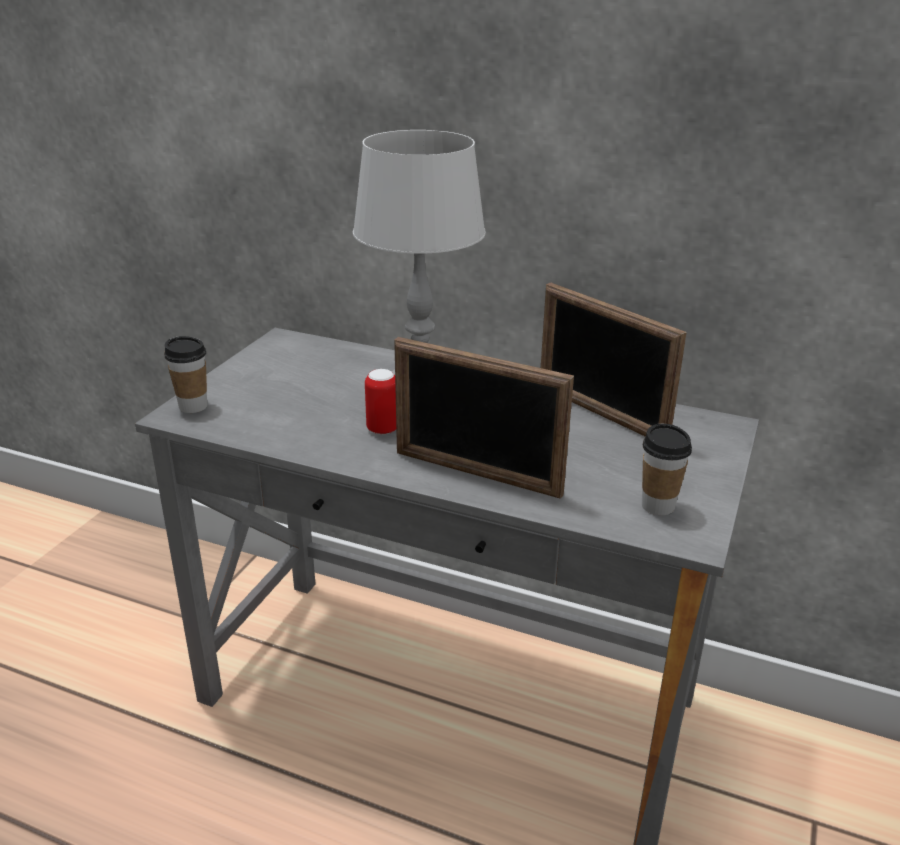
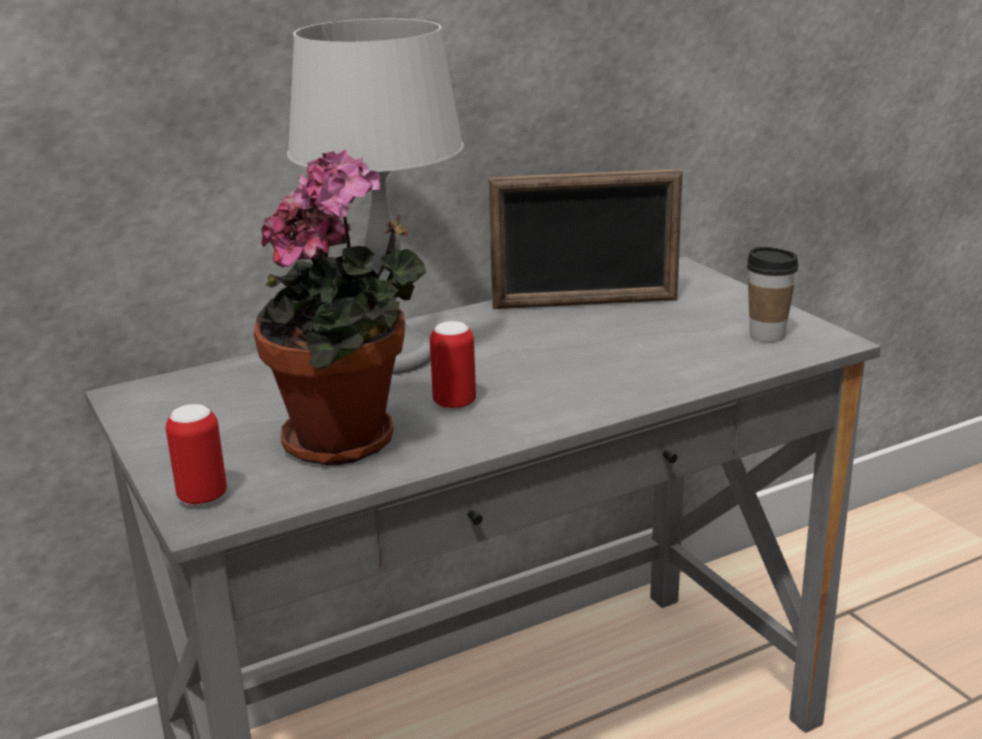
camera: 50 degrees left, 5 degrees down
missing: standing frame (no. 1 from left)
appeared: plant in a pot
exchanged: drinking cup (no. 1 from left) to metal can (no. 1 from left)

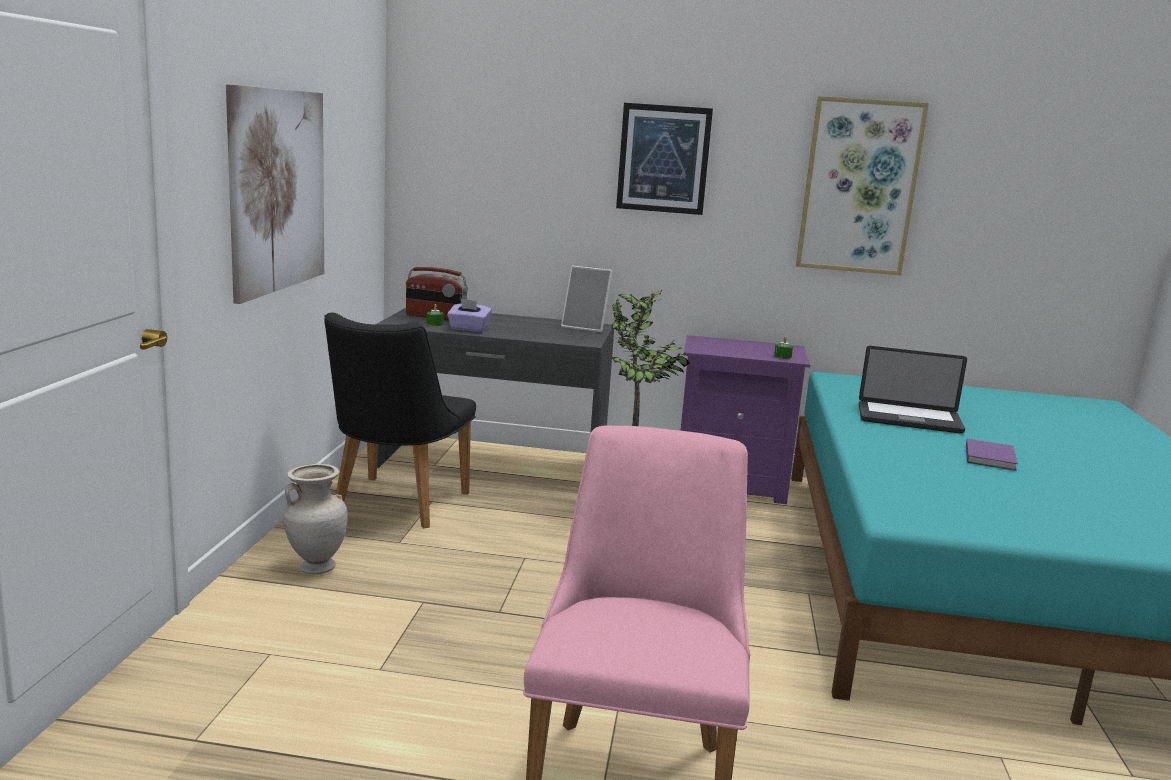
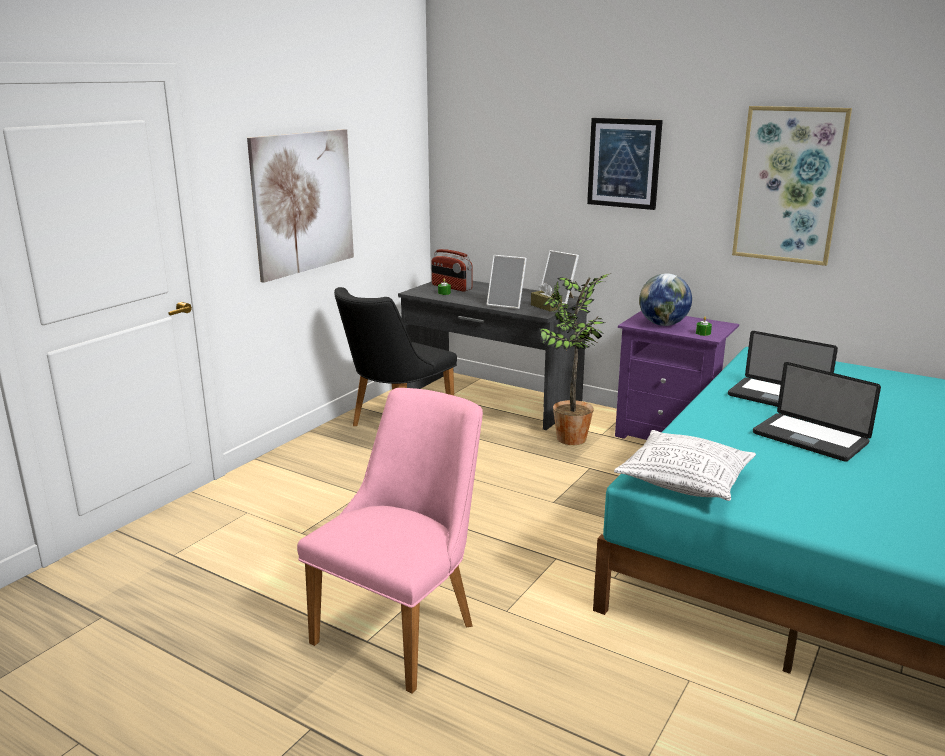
camera: 25 degrees right, 5 degrees up
missing: decorative vase in sand-coloured; box of tissues in purplish
appeared: standing frame (no. 1 from left); box of tissues in brown; throw pillow; globe
exchanged: book in purplish to laptop (no. 2 from left)

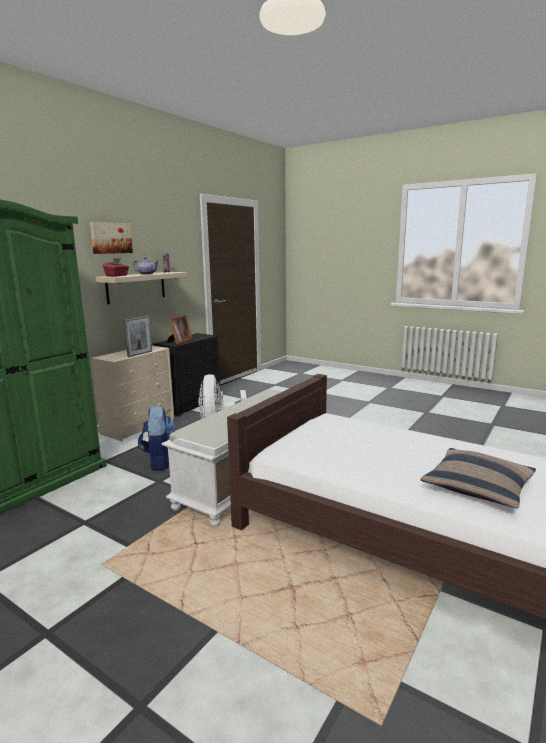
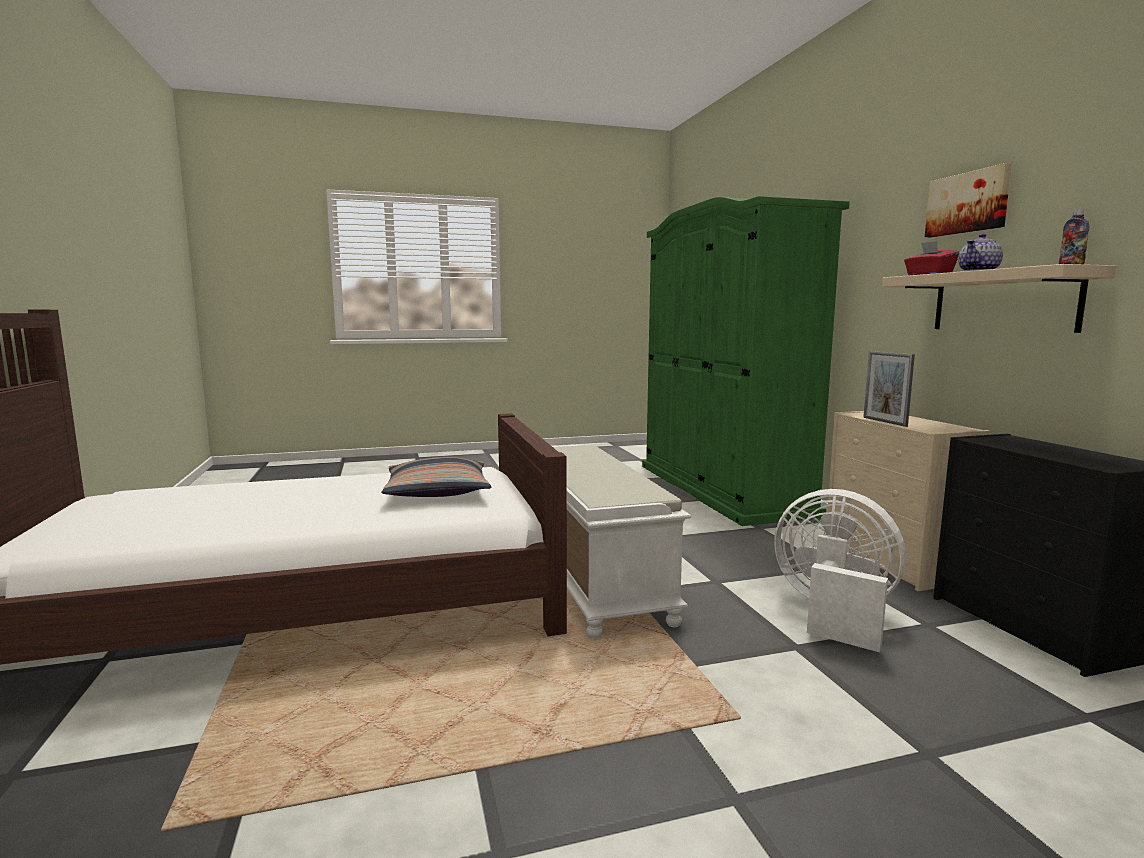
camera: 130 degrees right, 5 degrees down
missing: backpack; standing frame (no. 2 from left)
relocated: throw pillow

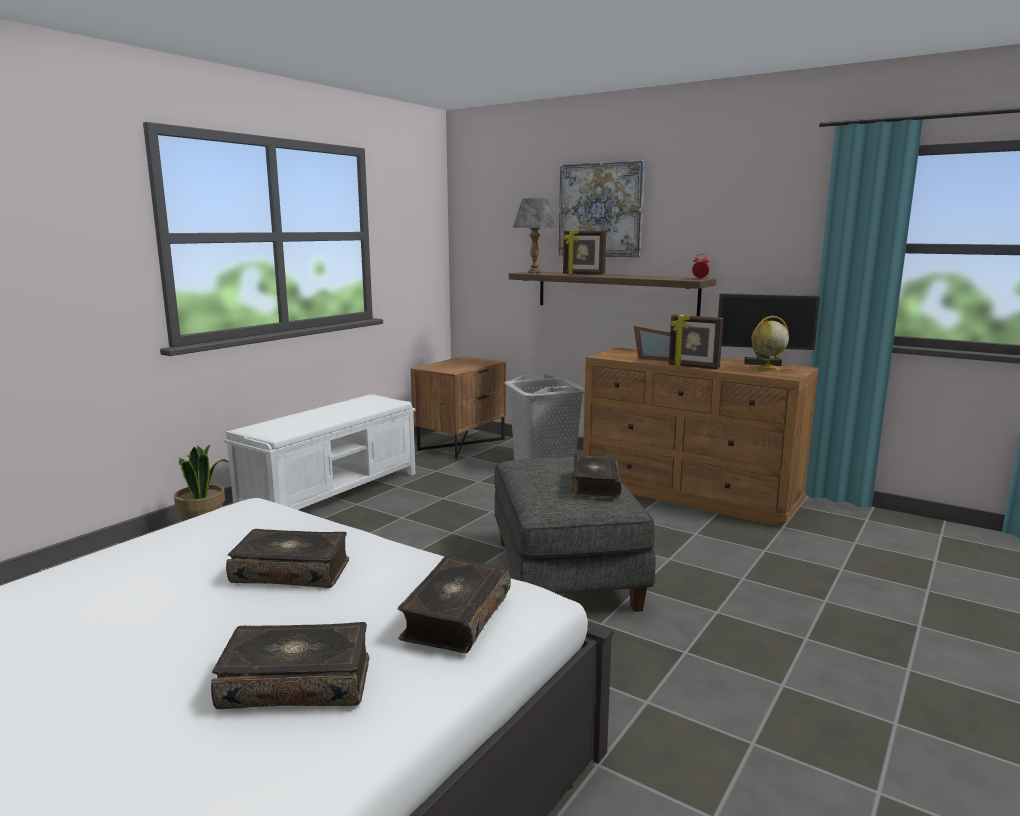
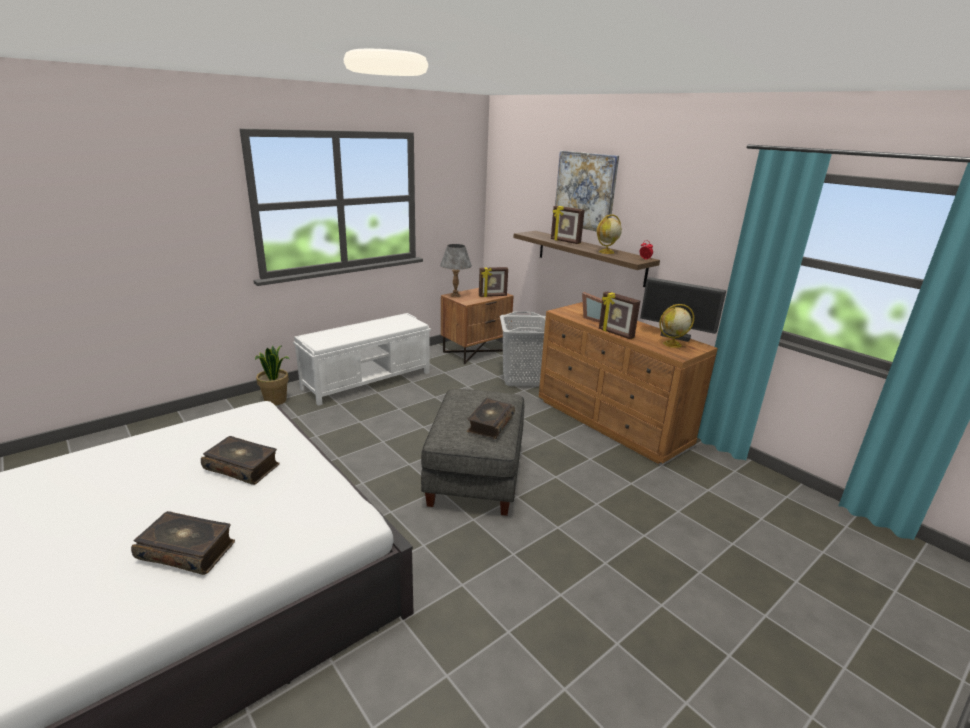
camera: 15 degrees right, 10 degrees up
missing: book (no. 3 from left)
appeared: standing frame (no. 1 from left); globe (no. 1 from left)
relocated: tabletop lamp in grey

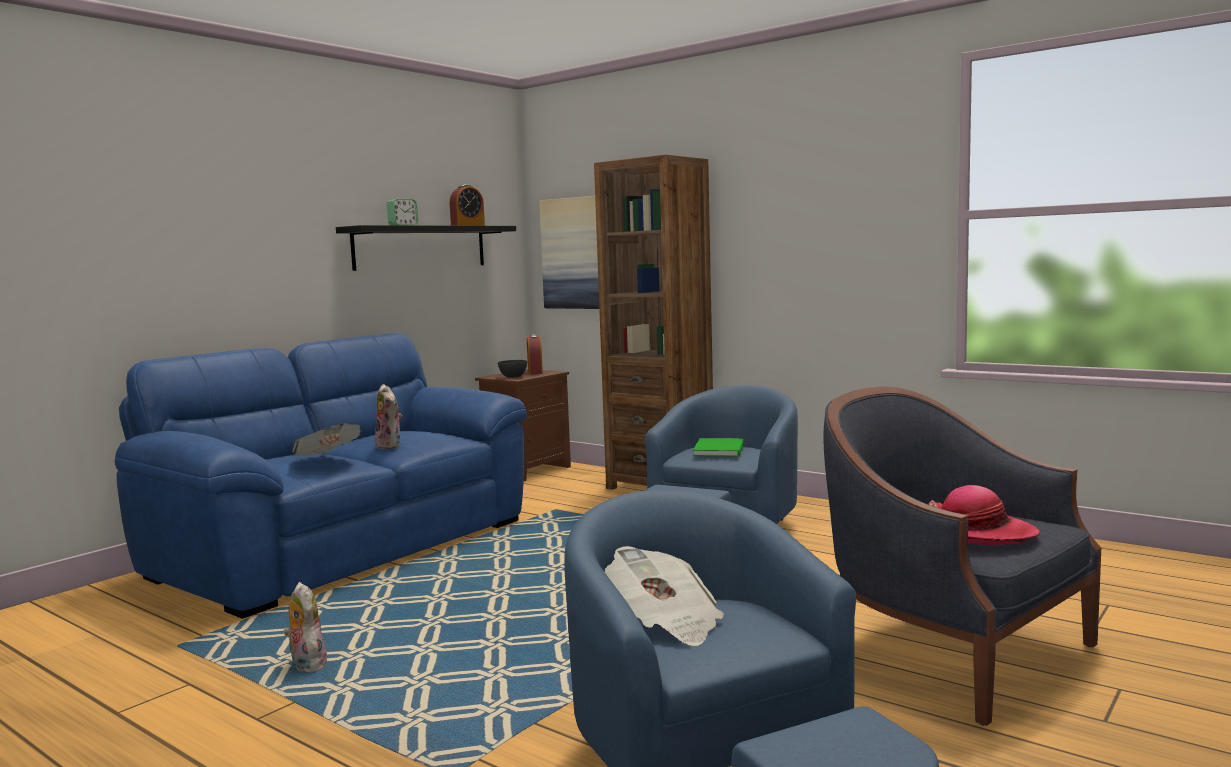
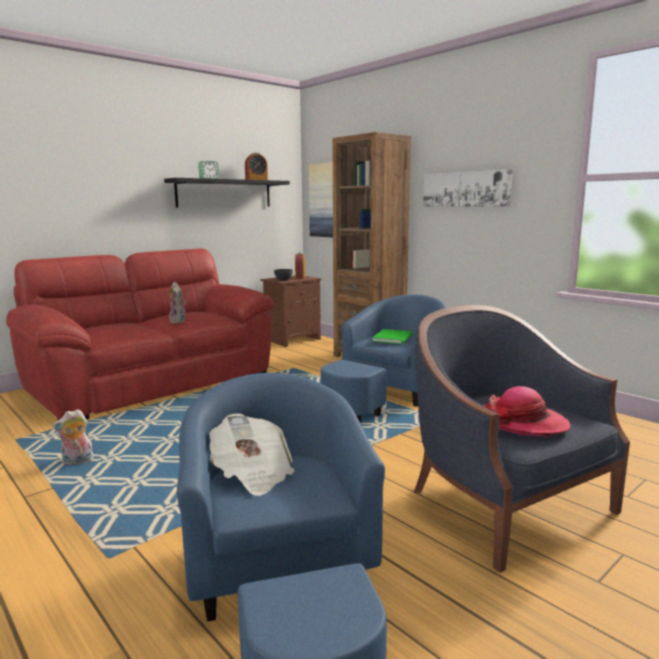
camera: 10 degrees right, 5 degrees up
missing: daily paper (no. 1 from left)
appeared: wall picture (no. 2 from left)
colour: couch in bluish to couch in red
spun: cuddly toy (no. 1 from left) 90 degrees counterclockwise

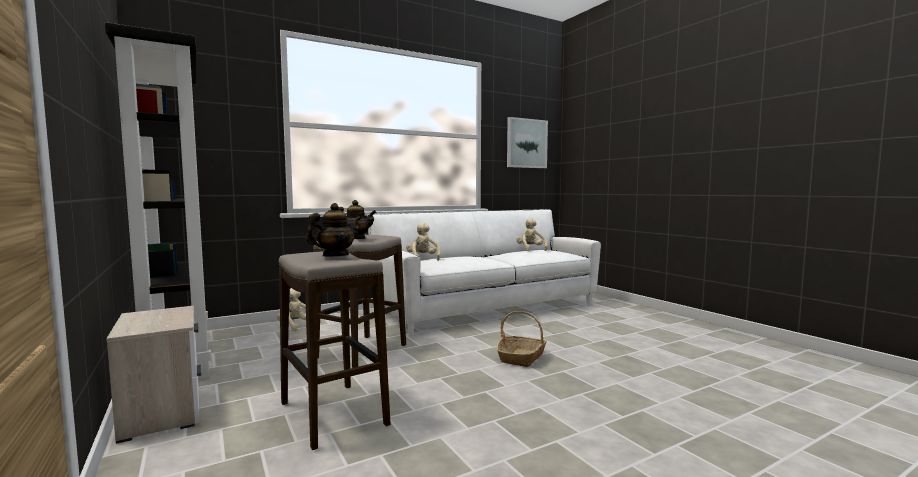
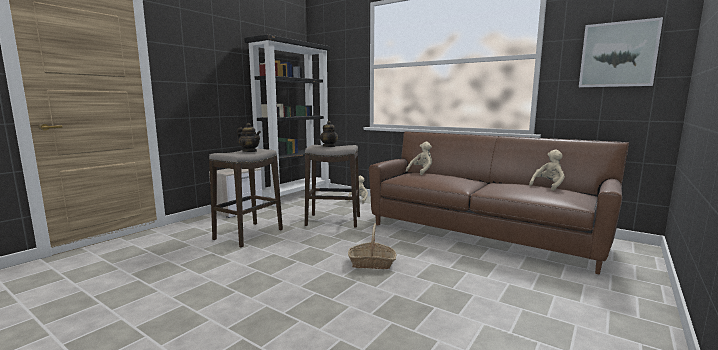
camera: 65 degrees right, 5 degrees up
colour: couch in white-coloured to couch in brown

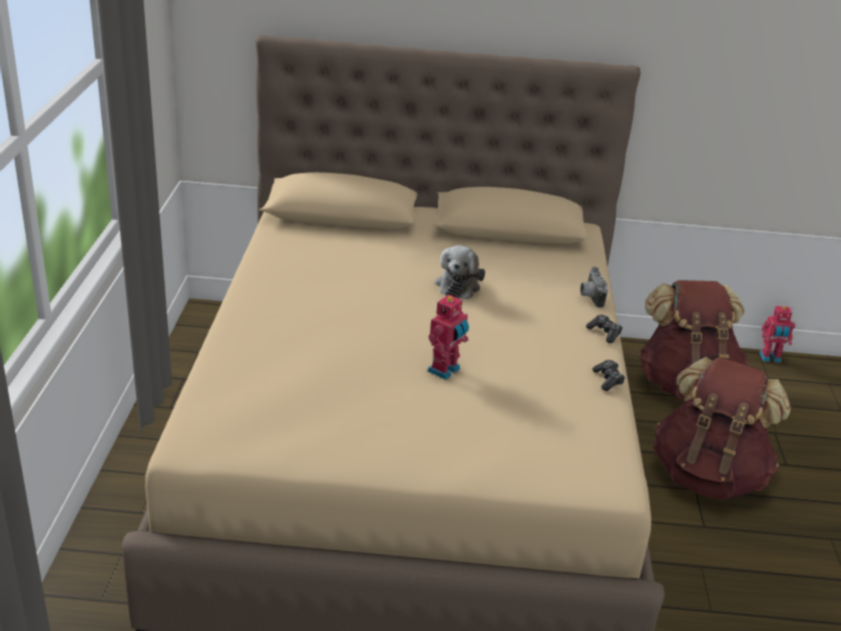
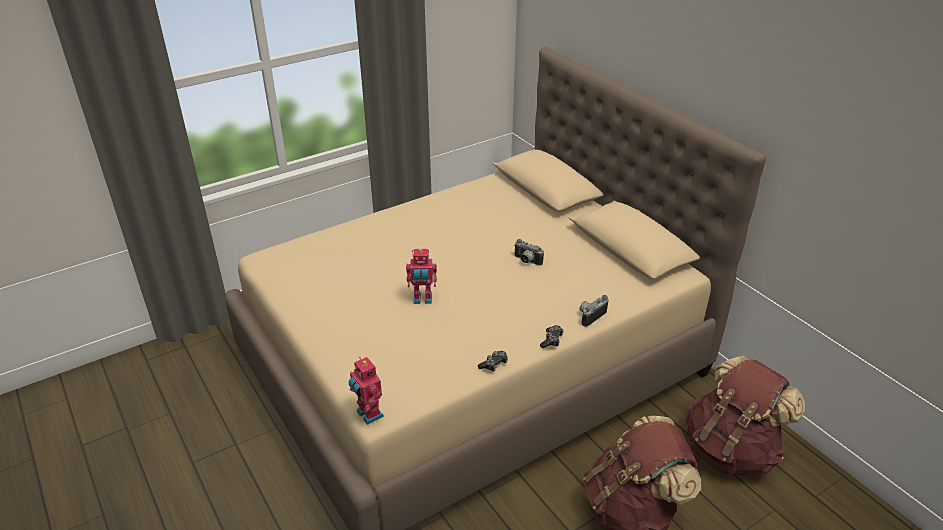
camera: 55 degrees right, 5 degrees up
relocated: robot figure (no. 2 from left in the first image) to robot figure (no. 1 from left)
exchanged: cuddly toy to still camera (no. 1 from left)

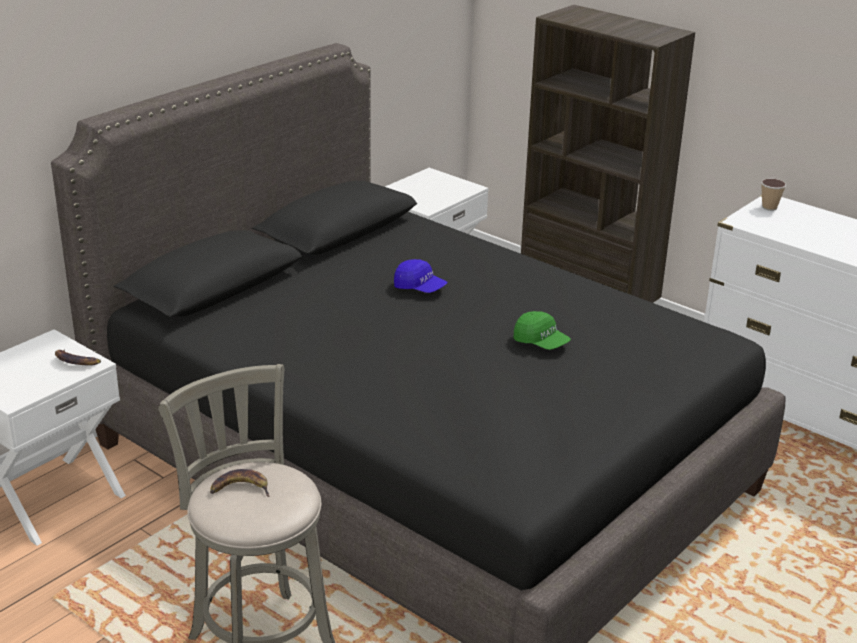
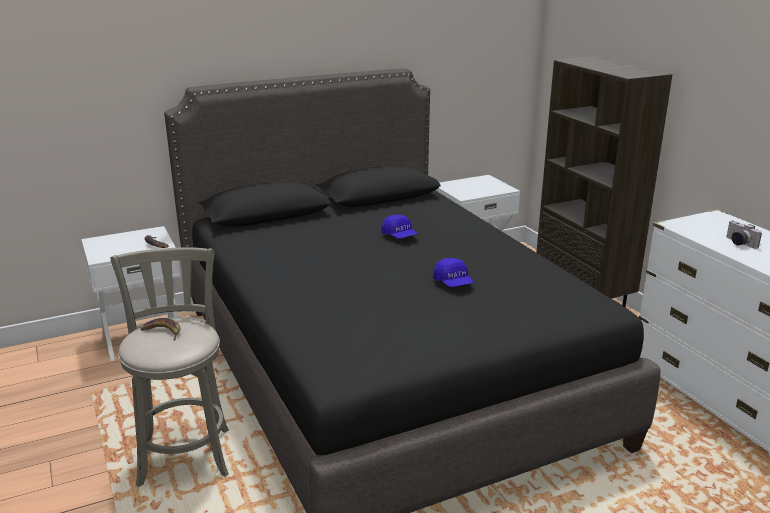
camera: 25 degrees right, 5 degrees down
missing: drinking cup
appeared: still camera
colour: baseball cap in green to baseball cap in bluish (no. 2 from left)

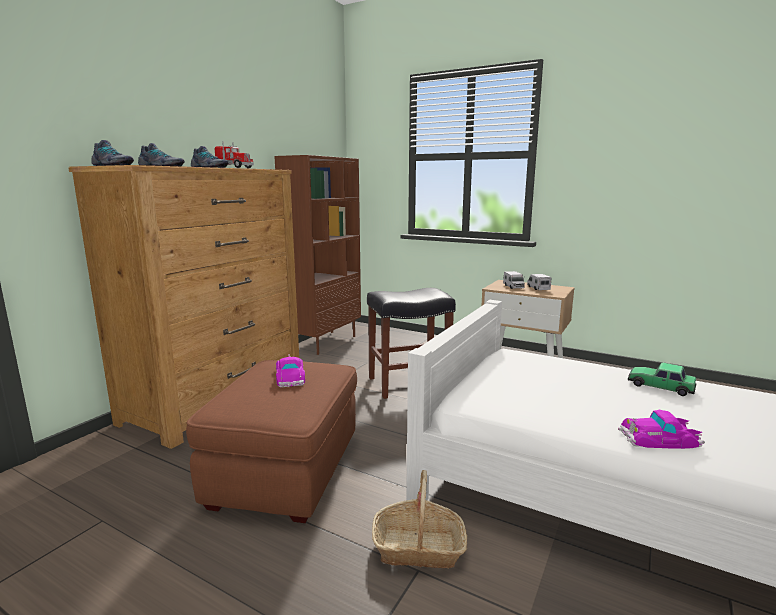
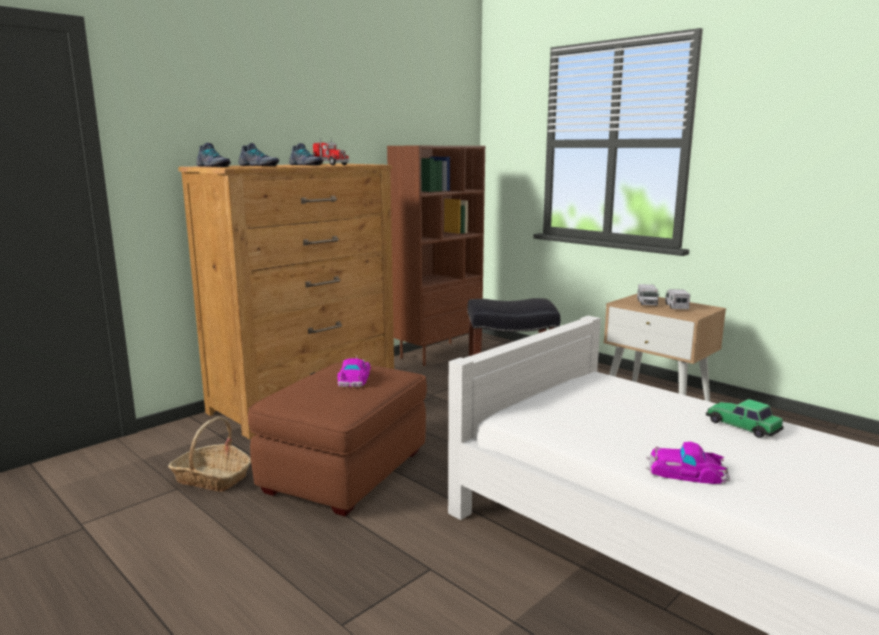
camera: 15 degrees right, 0 degrees up
relocated: storage basket

